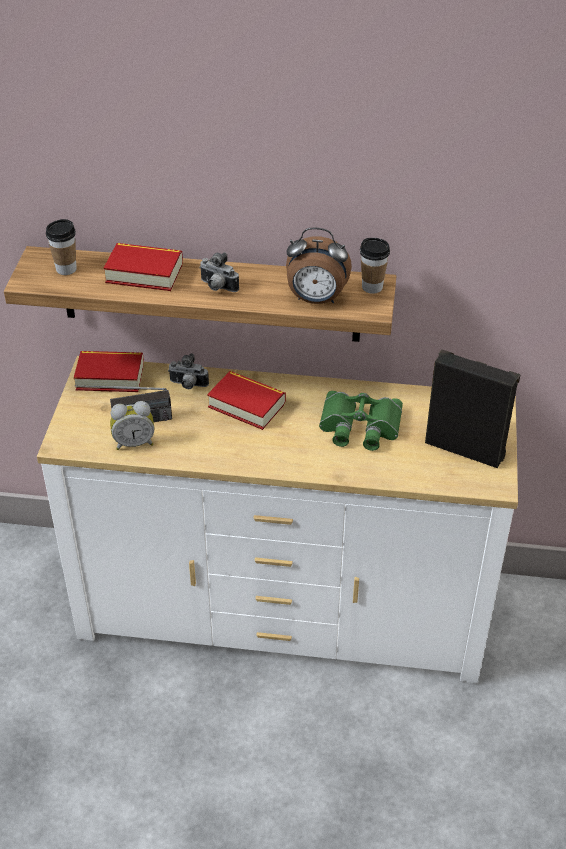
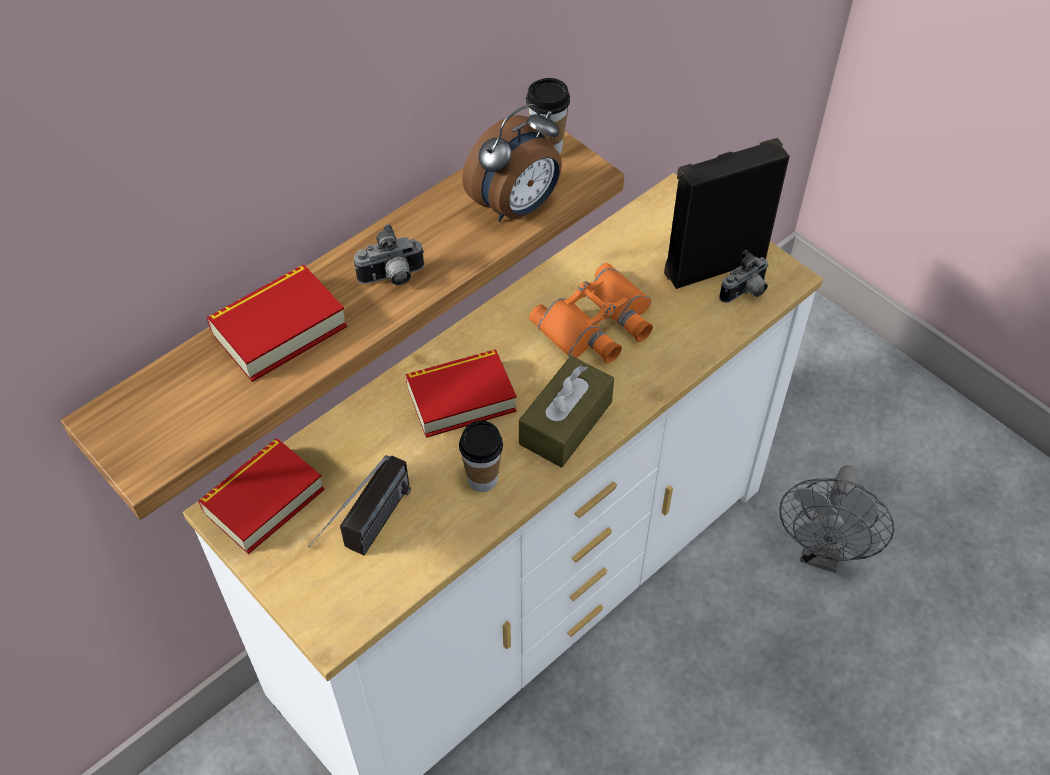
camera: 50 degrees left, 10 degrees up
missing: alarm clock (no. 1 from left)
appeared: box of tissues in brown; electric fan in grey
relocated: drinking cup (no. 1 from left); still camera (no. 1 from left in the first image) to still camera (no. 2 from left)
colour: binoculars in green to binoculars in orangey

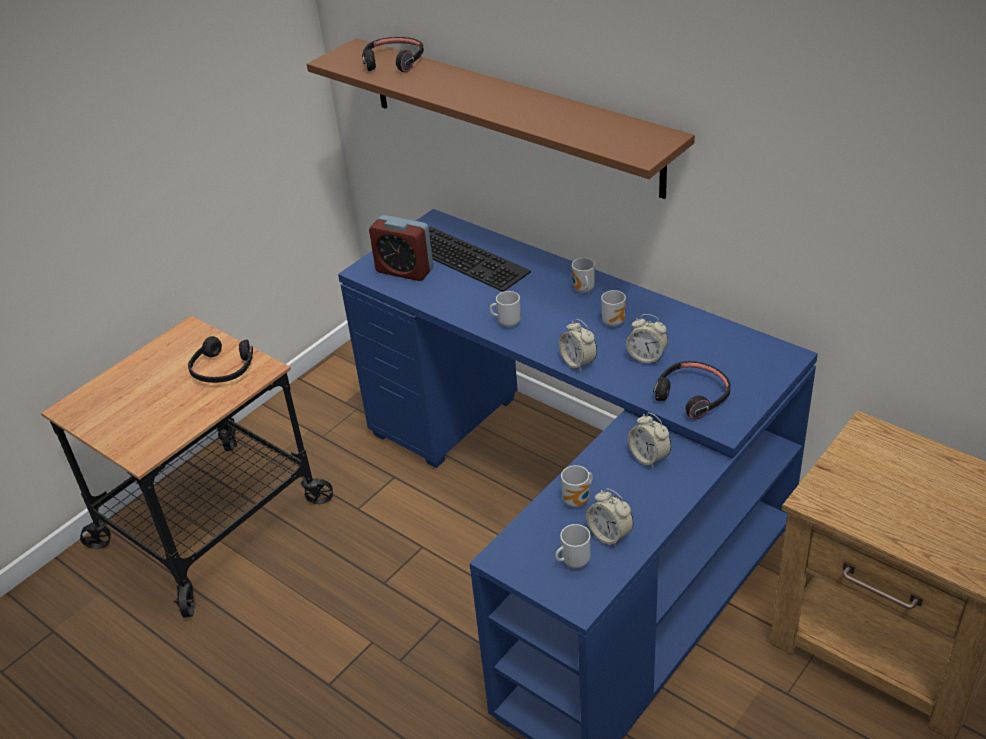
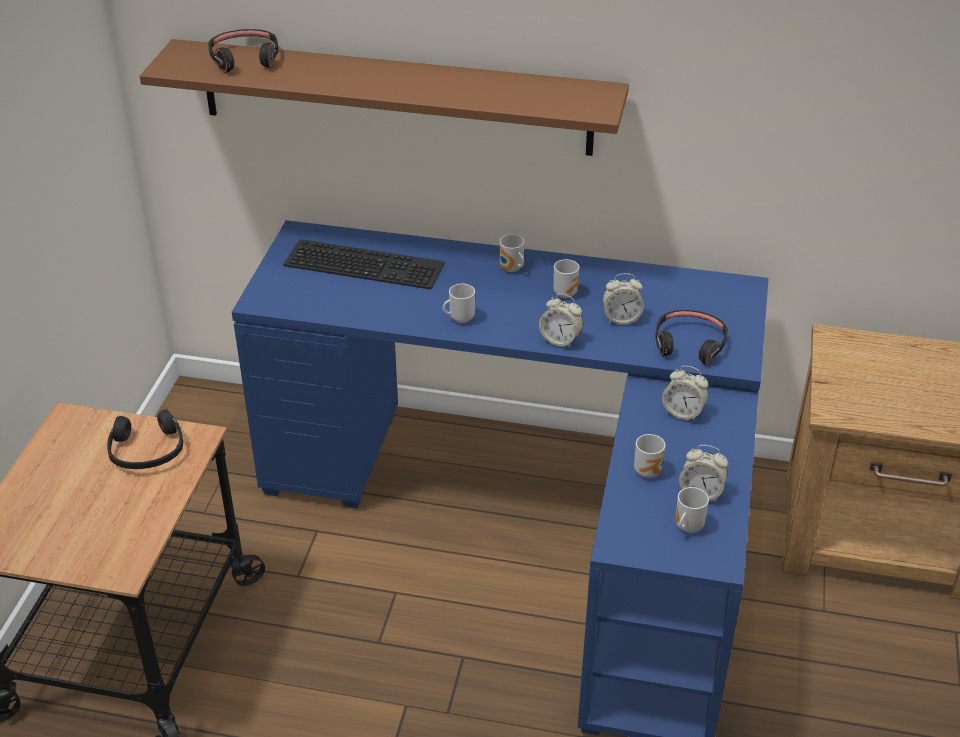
camera: 30 degrees left, 0 degrees up
missing: alarm clock (no. 1 from left)

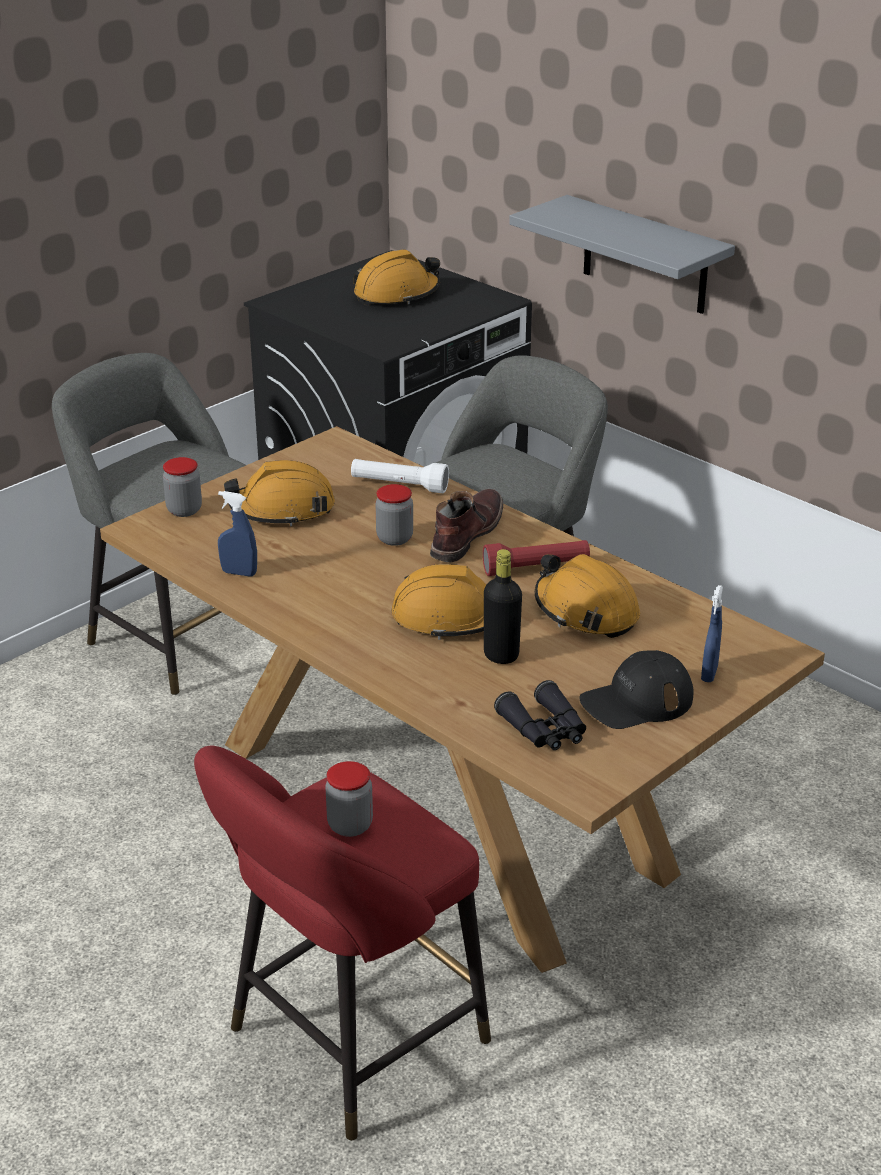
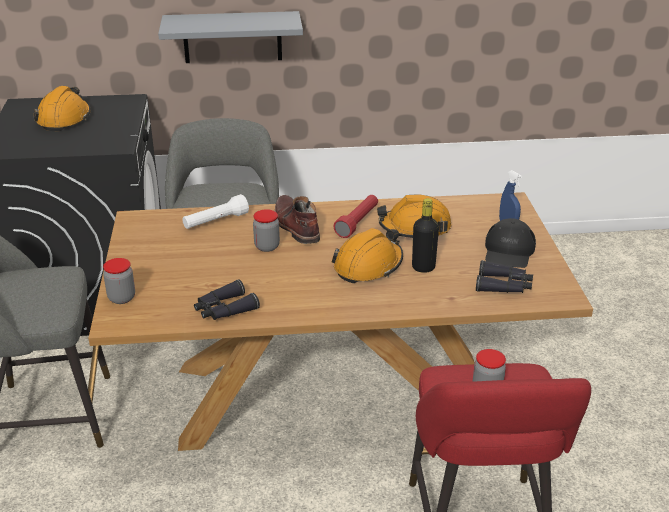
camera: 50 degrees left, 0 degrees up
missing: safety helmet in orangey (no. 1 from left)
exchanged: hand sprayer in bluish (no. 1 from left) to binoculars in black (no. 1 from left)

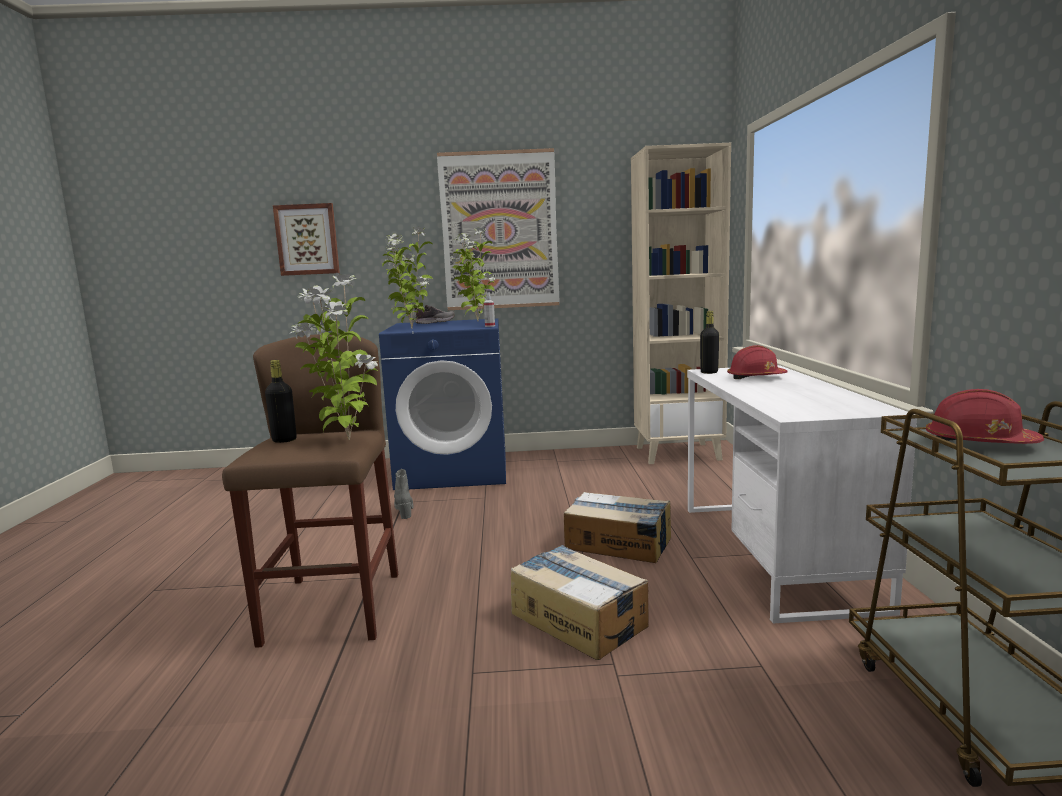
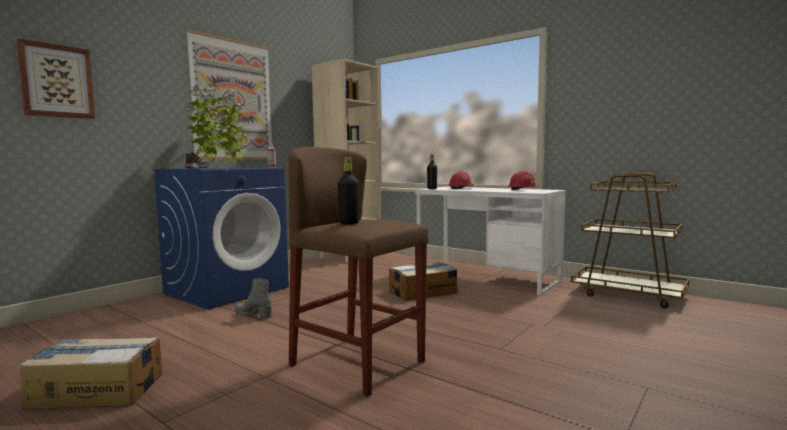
camera: 50 degrees left, 5 degrees down
missing: plant in a pot (no. 1 from left)
relocated: cardboard box (no. 1 from left); safety helmet in red (no. 2 from left)

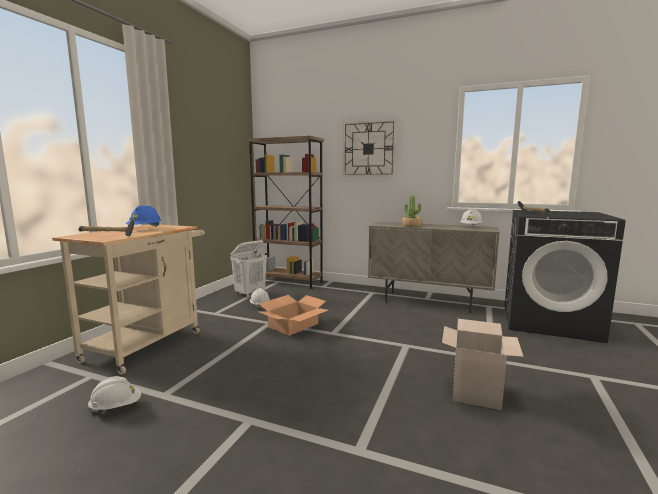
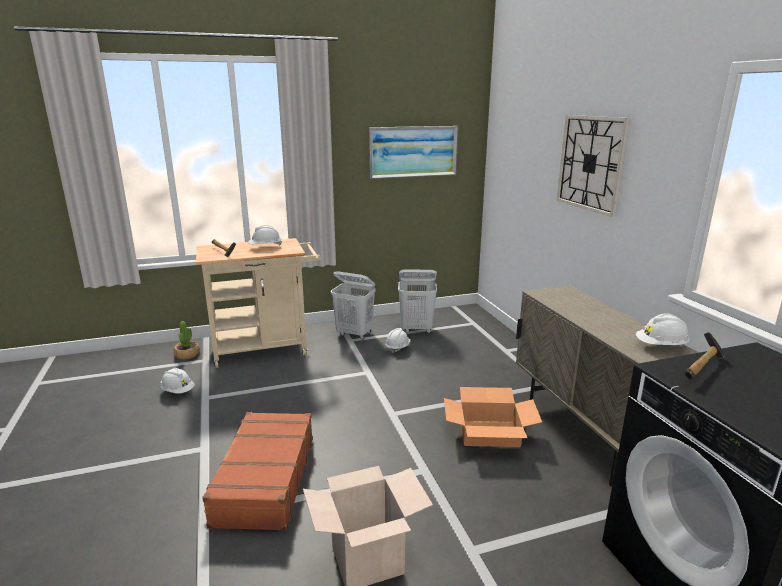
camera: 50 degrees right, 10 degrees up
missing: shelving unit in brown
appeared: travel case in brown; hamper in white-coloured (no. 1 from left); wall picture
relocated: cardboard box (no. 1 from left in the first image) to cardboard box (no. 2 from left); plant in a pot
colour: safety helmet in bluish to safety helmet in white-coloured (no. 2 from left)

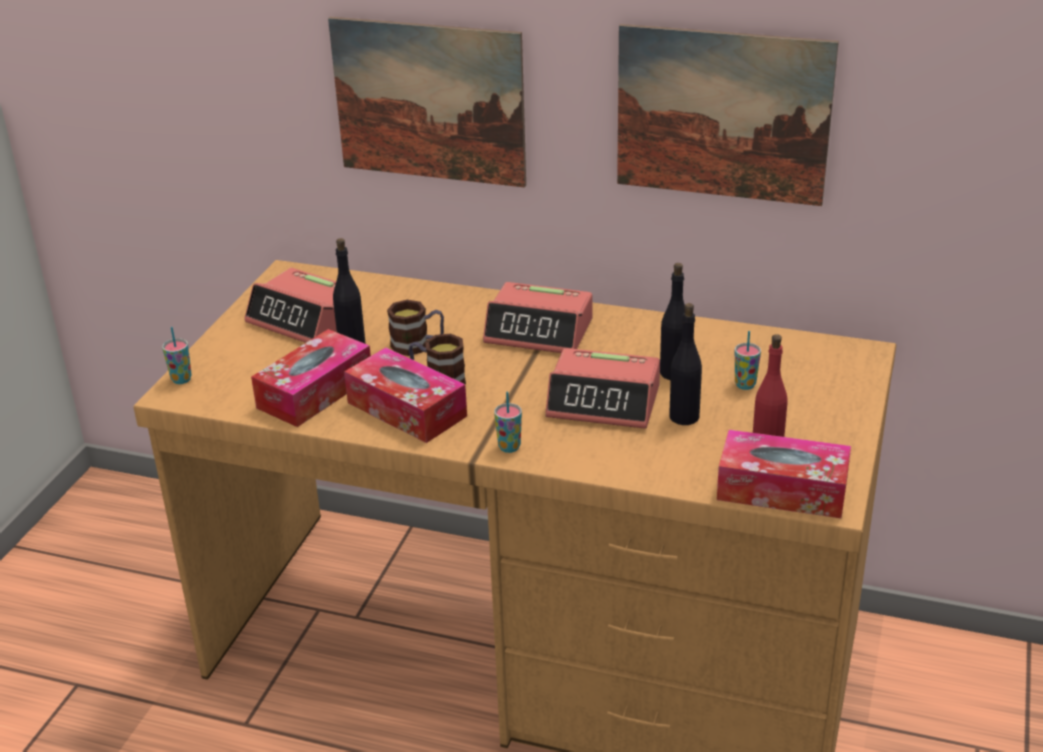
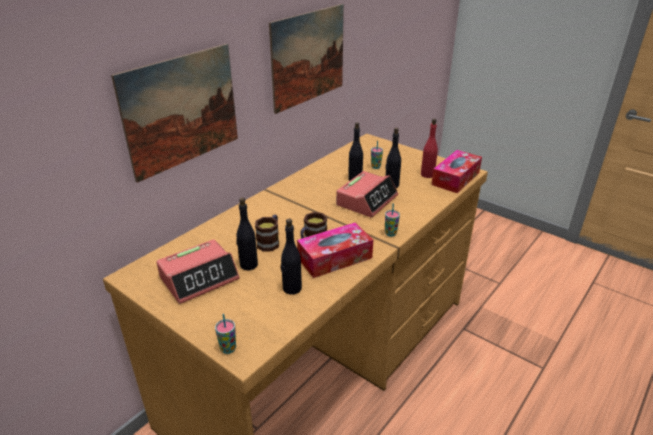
camera: 70 degrees left, 0 degrees up
missing: alarm clock (no. 2 from left)
exchanged: box of tissues (no. 1 from left) to beverage bottle in black (no. 2 from left)

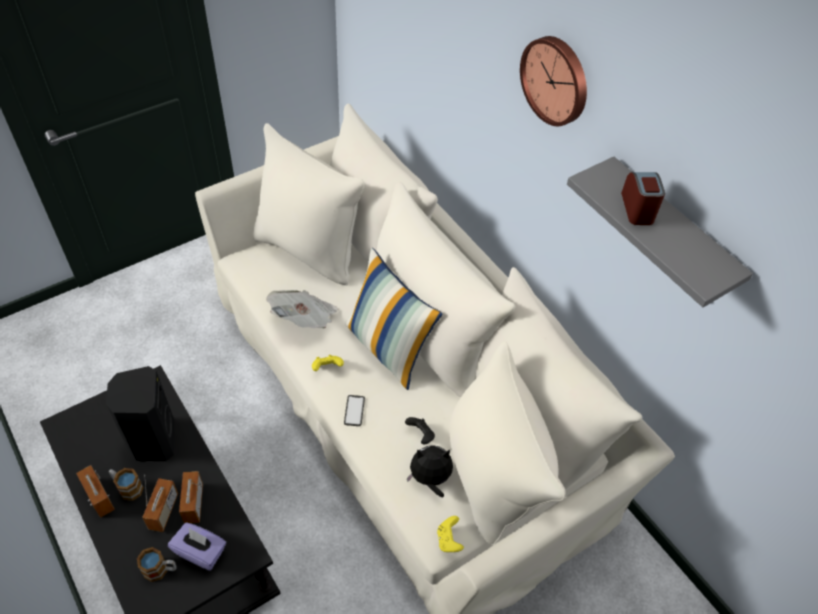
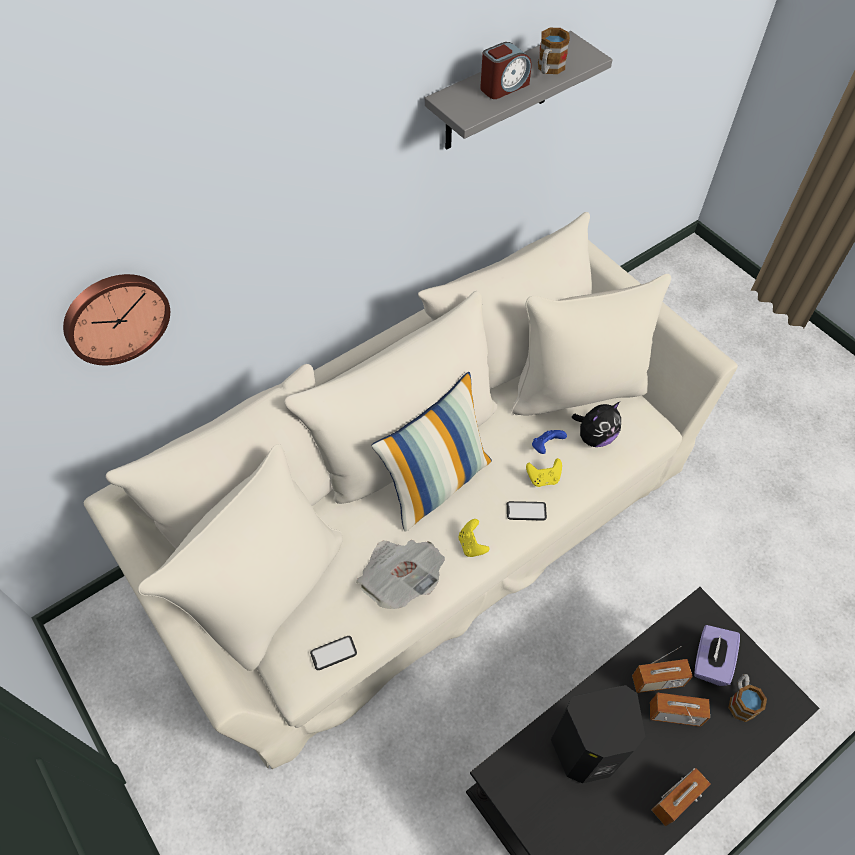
camera: 90 degrees left, 5 degrees up
appeared: handset (no. 1 from left)
relocated: coffee mug (no. 1 from left); joypad in yellow-coloured (no. 2 from left); wall clock
colour: joypad in black to joypad in bluish
spun: cuddly toy 120 degrees counterclockwise; alarm clock 150 degrees clockwise

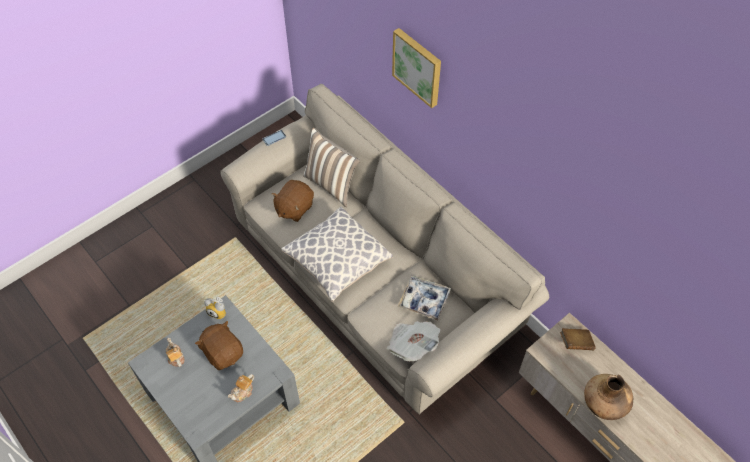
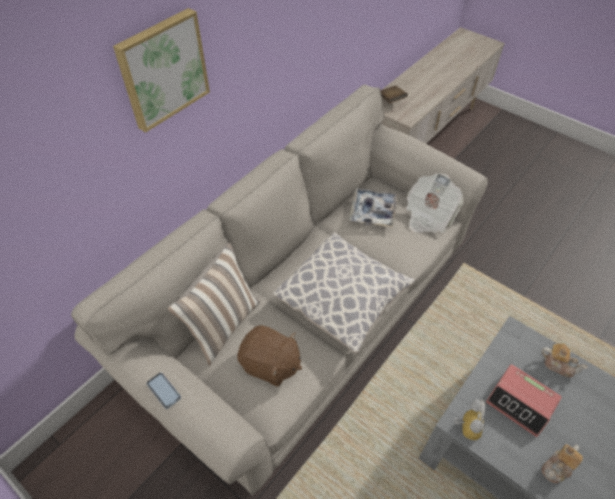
camera: 100 degrees left, 5 degrees down
missing: decorative vase in brown
exchanged: cuddly toy in brown (no. 1 from left) to alarm clock (no. 2 from left)

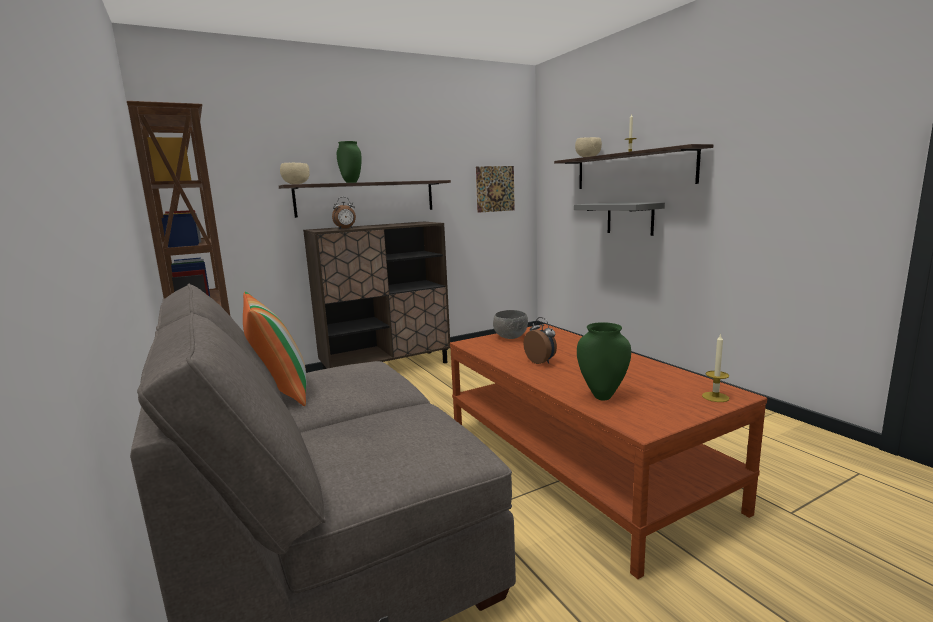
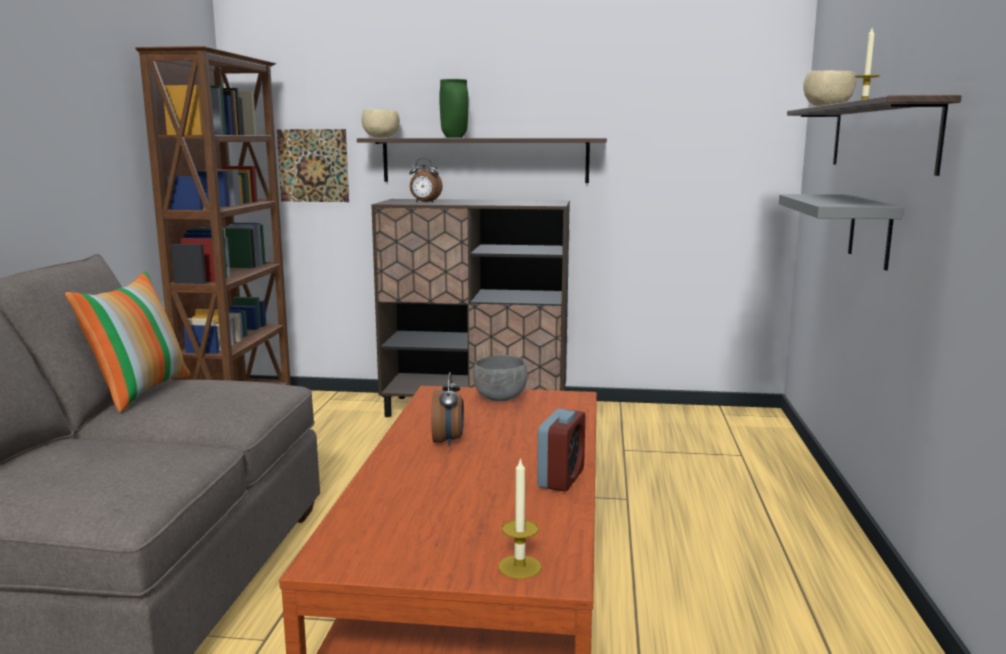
camera: 35 degrees right, 0 degrees up
missing: decorative vase in green (no. 2 from left)
appeared: alarm clock (no. 3 from left)
relocated: wall picture

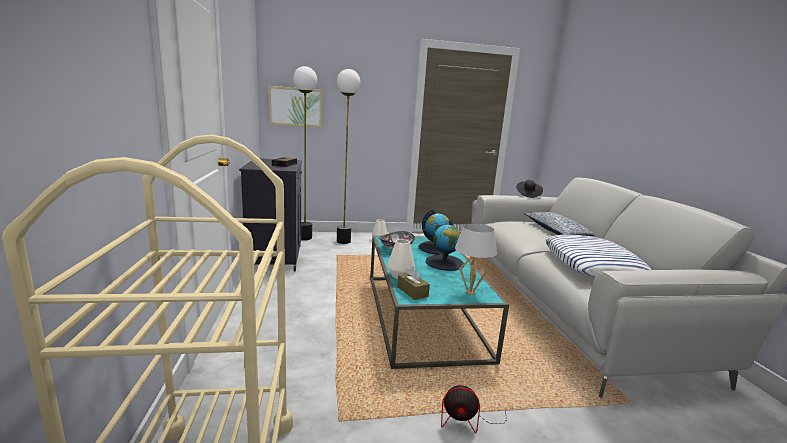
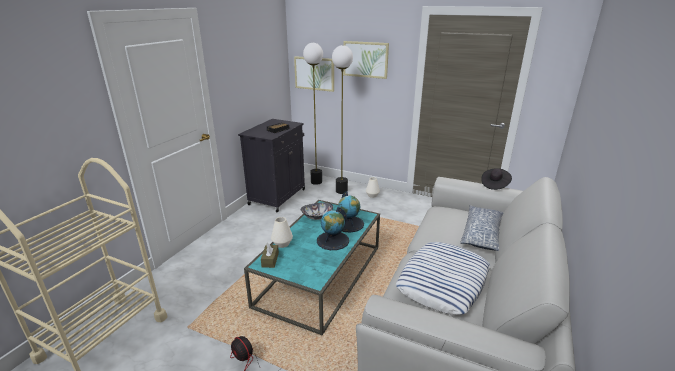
camera: 35 degrees right, 10 degrees up
missing: tabletop lamp in white-coloured
appeared: wall picture (no. 2 from left)

